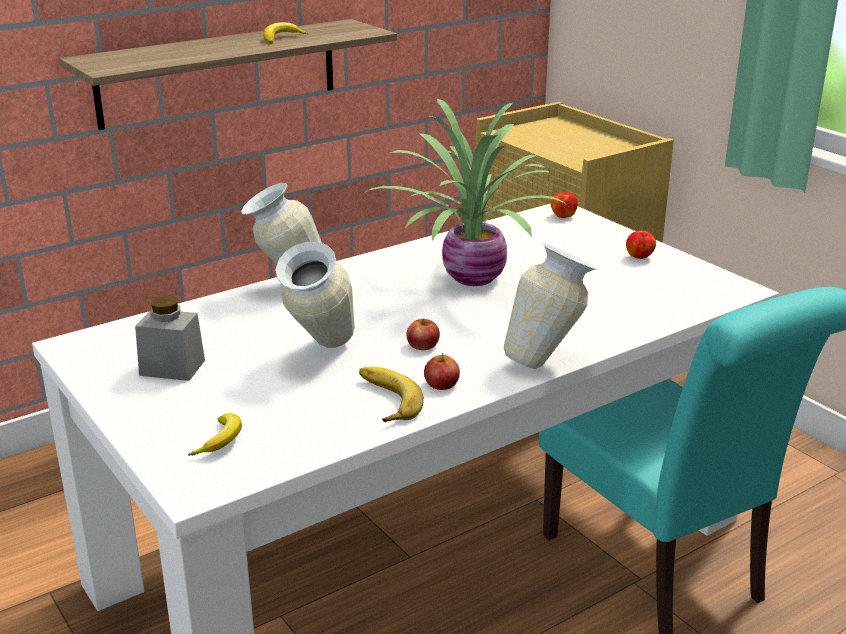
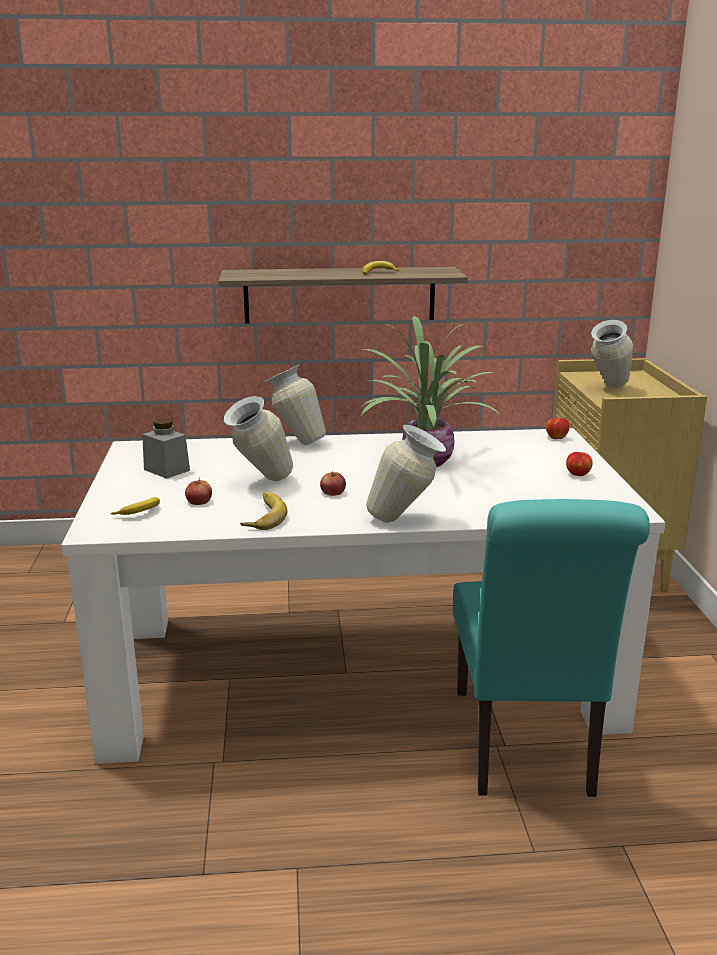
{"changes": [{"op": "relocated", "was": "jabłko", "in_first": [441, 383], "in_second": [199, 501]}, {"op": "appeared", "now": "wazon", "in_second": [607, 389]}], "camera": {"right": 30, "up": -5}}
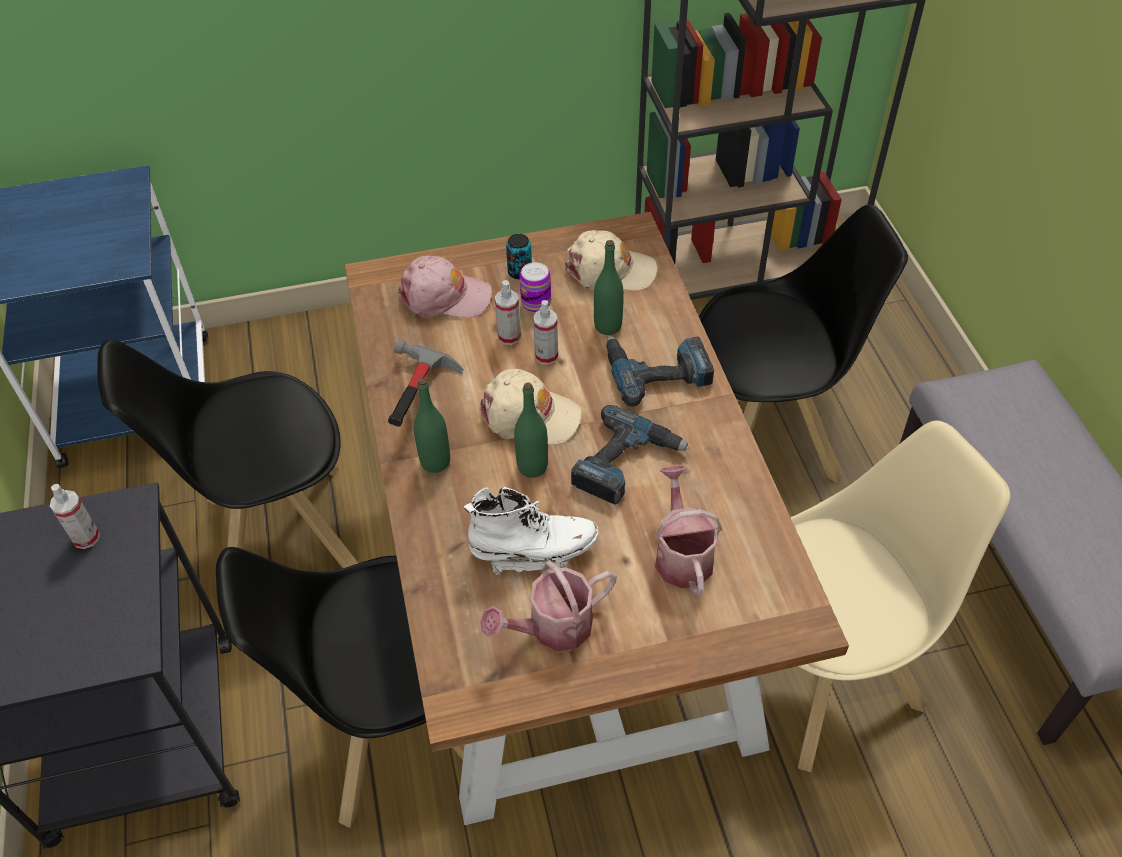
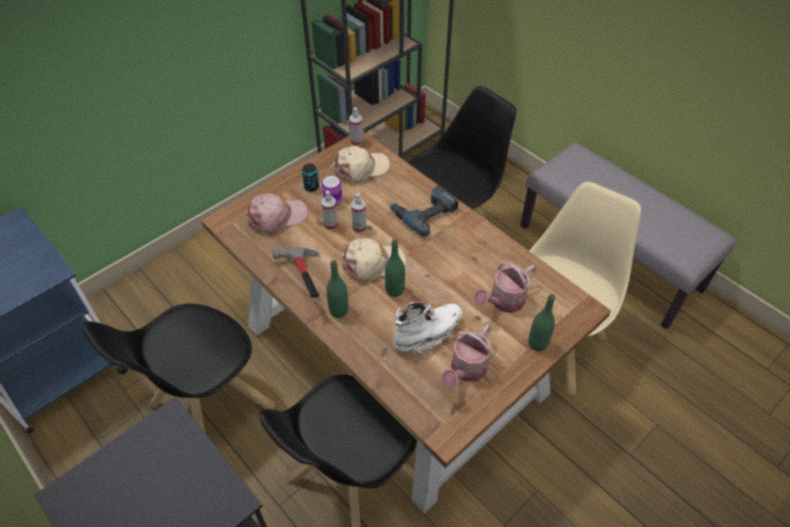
{"changes": [{"op": "relocated", "was": "butelka (zielony)", "in_first": [607, 326], "in_second": [537, 343]}, {"op": "missing", "was": "wiertarka", "in_first": [626, 464]}, {"op": "spun", "was": "konewka", "in_first": [682, 554], "in_second": [503, 301], "clockwise": -90}, {"op": "relocated", "was": "spryskiwacz", "in_first": [86, 537], "in_second": [357, 142]}], "camera": {"right": -30, "up": 0}}
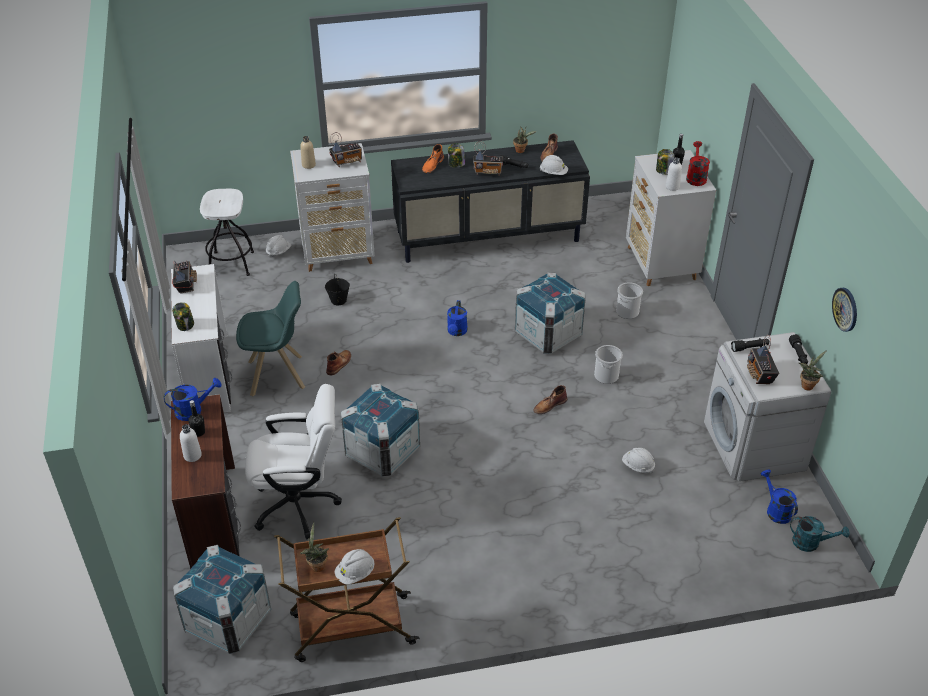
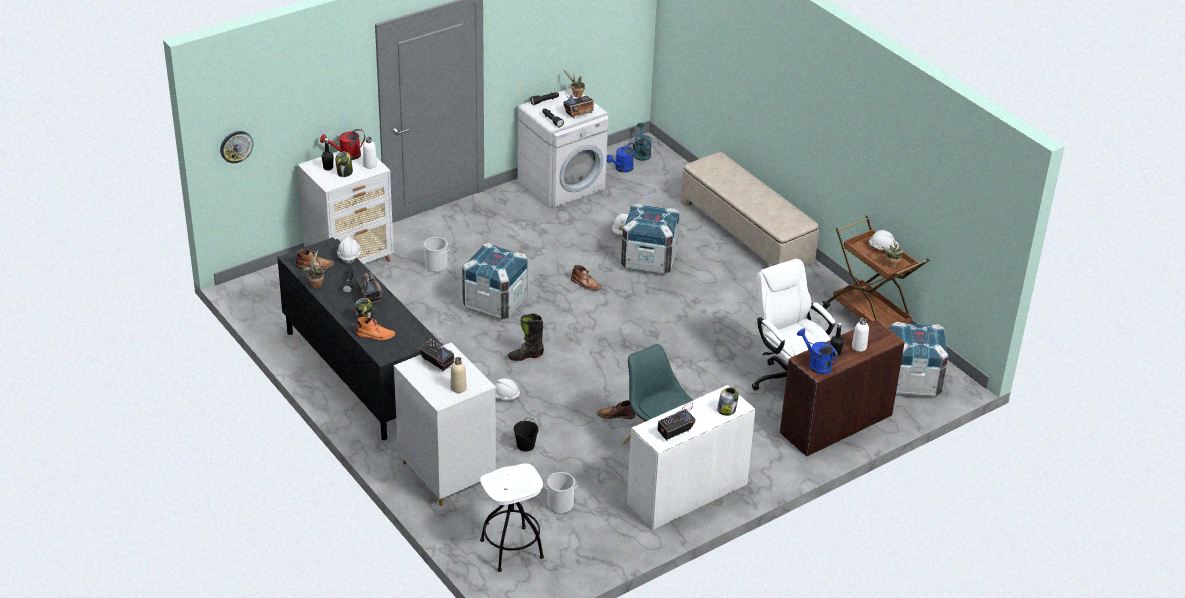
{"changes": [{"op": "relocated", "was": "kask (biały)", "in_first": [278, 252], "in_second": [504, 396]}, {"op": "relocated", "was": "zegar ścienny", "in_first": [845, 309], "in_second": [236, 146]}, {"op": "exchanged", "was": "konewka (niebieski)", "now": "but z cholewką (czarny)", "in_first": [456, 332], "in_second": [525, 356]}, {"op": "relocated", "was": "wiadro", "in_first": [606, 376], "in_second": [560, 504]}, {"op": "relocated", "was": "skrzynka", "in_first": [382, 452], "in_second": [649, 260]}, {"op": "appeared", "now": "ławka (beżowy)", "in_second": [747, 232]}], "camera": {"right": -115, "up": -5}}
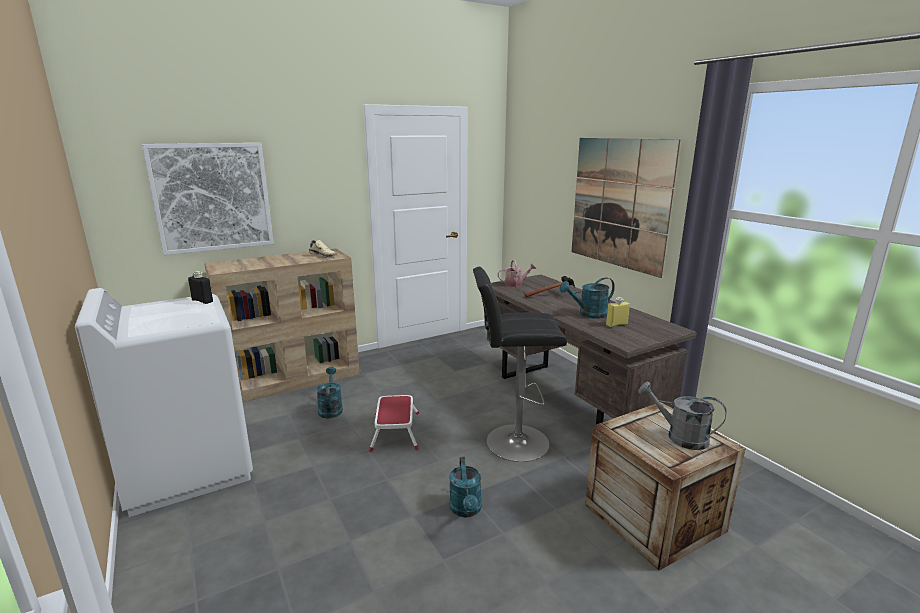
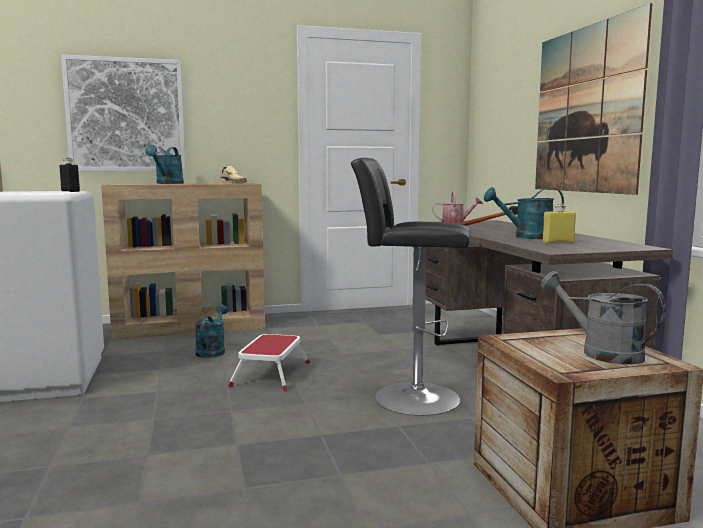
{"changes": [{"op": "relocated", "was": "konewka (turkusowy)", "in_first": [466, 510], "in_second": [167, 183]}], "camera": {"right": 15, "up": -10}}
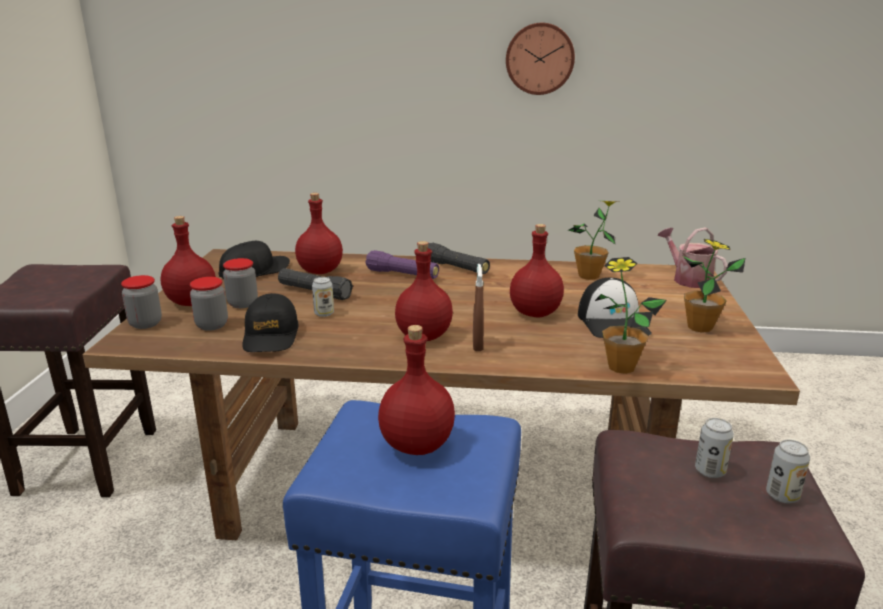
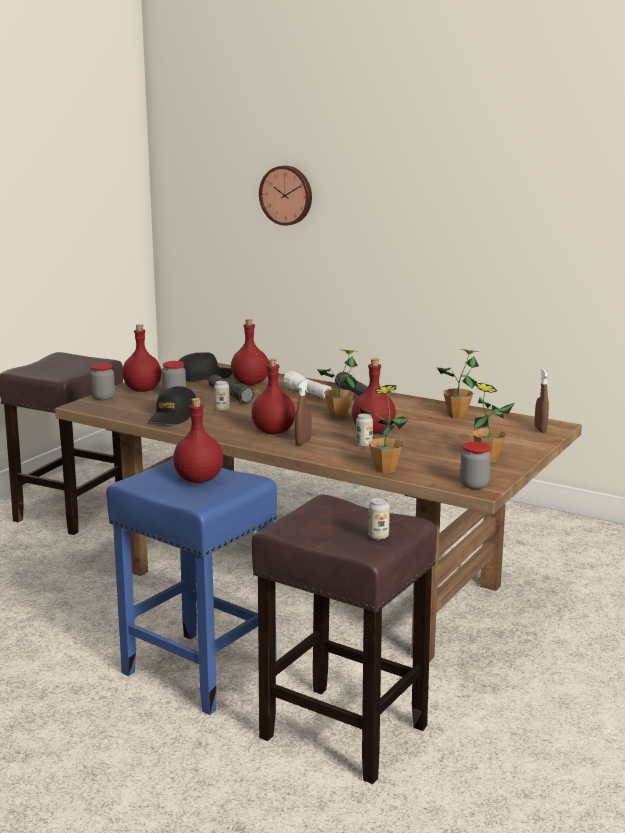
{"changes": [{"op": "relocated", "was": "zegar ścienny", "in_first": [539, 58], "in_second": [287, 195]}, {"op": "exchanged", "was": "konewka", "now": "spryskiwacz (brązowy)", "in_first": [688, 279], "in_second": [540, 429]}, {"op": "colour", "was": "latarka (fioletowy)", "now": "latarka (biały)", "in_first": [402, 275], "in_second": [308, 394]}, {"op": "relocated", "was": "słoik", "in_first": [212, 325], "in_second": [474, 485]}, {"op": "missing", "was": "czapka z daszkiem", "in_first": [613, 322]}, {"op": "relocated", "was": "puszka", "in_first": [710, 471], "in_second": [364, 445]}, {"op": "appeared", "now": "roślina doniczkowa", "in_second": [338, 416]}], "camera": {"right": 25, "up": -5}}
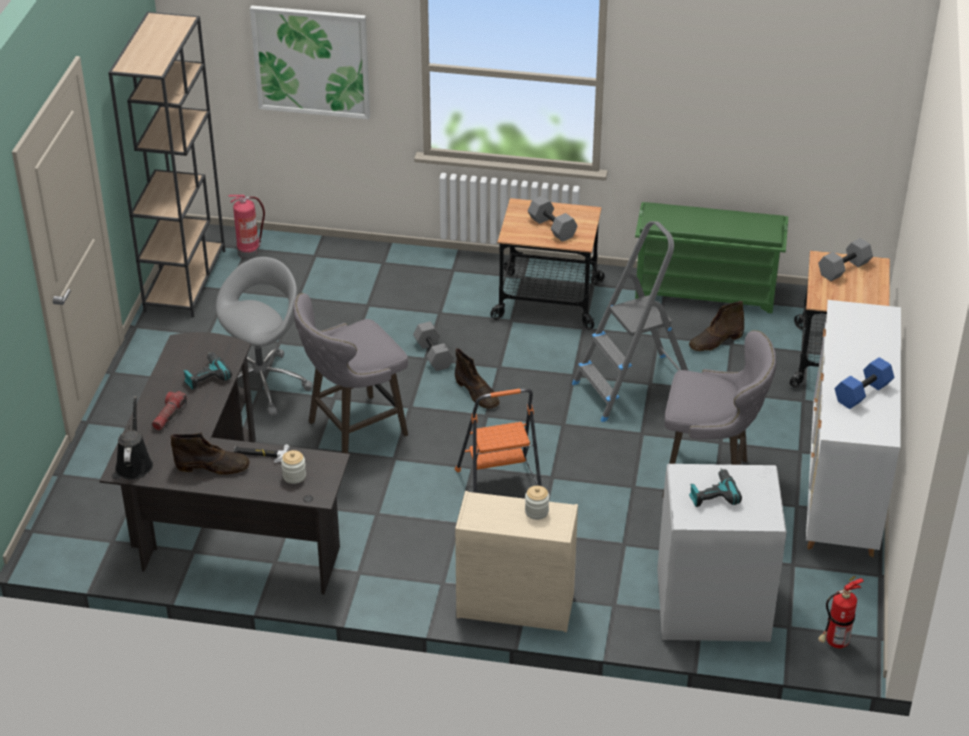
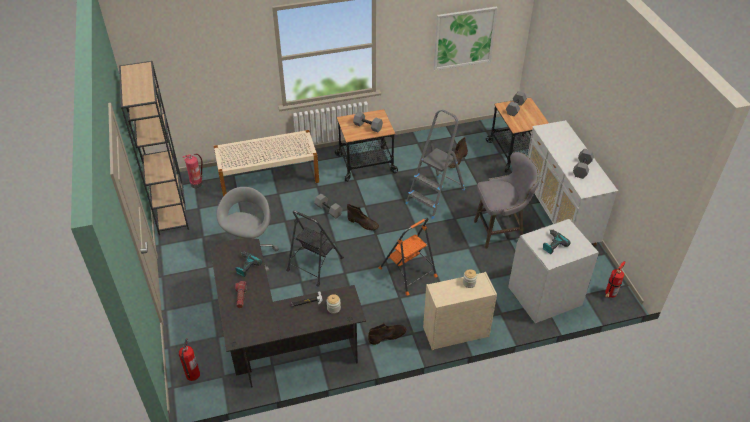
{"changes": [{"op": "relocated", "was": "obraz", "in_first": [311, 61], "in_second": [464, 38]}, {"op": "missing", "was": "regał na buty (zielony)", "in_first": [706, 291]}, {"op": "exchanged", "was": "stołek (szary)", "now": "drabinka (czarny)", "in_first": [353, 430], "in_second": [314, 264]}, {"op": "colour", "was": "hantel (niebieski)", "now": "hantel (szary)", "in_first": [862, 392], "in_second": [581, 168]}, {"op": "missing", "was": "konewka (czarny)", "in_first": [134, 463]}, {"op": "relocated", "was": "but z cholewką (brązowy)", "in_first": [213, 466], "in_second": [387, 336]}, {"op": "appeared", "now": "ławka (beżowy)", "in_second": [268, 177]}, {"op": "appeared", "now": "gaśnica", "in_second": [192, 375]}], "camera": {"right": -25, "up": 5}}
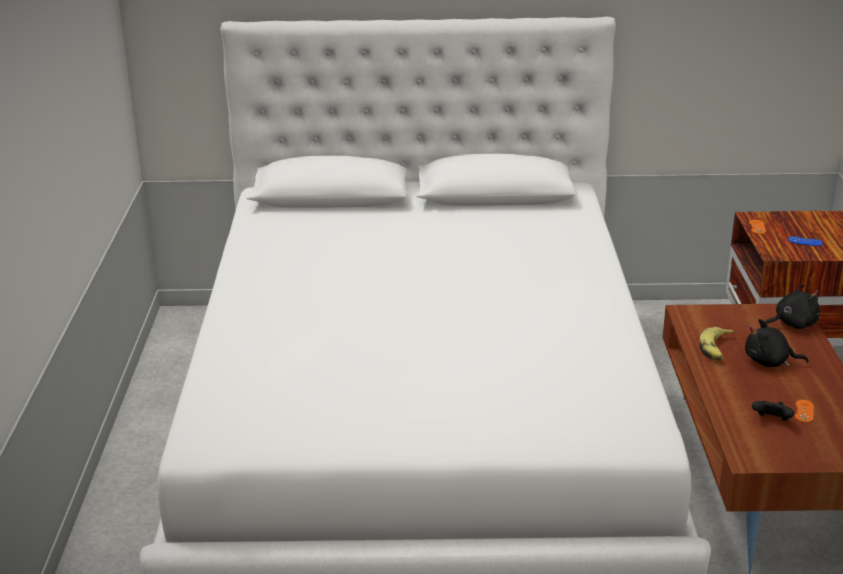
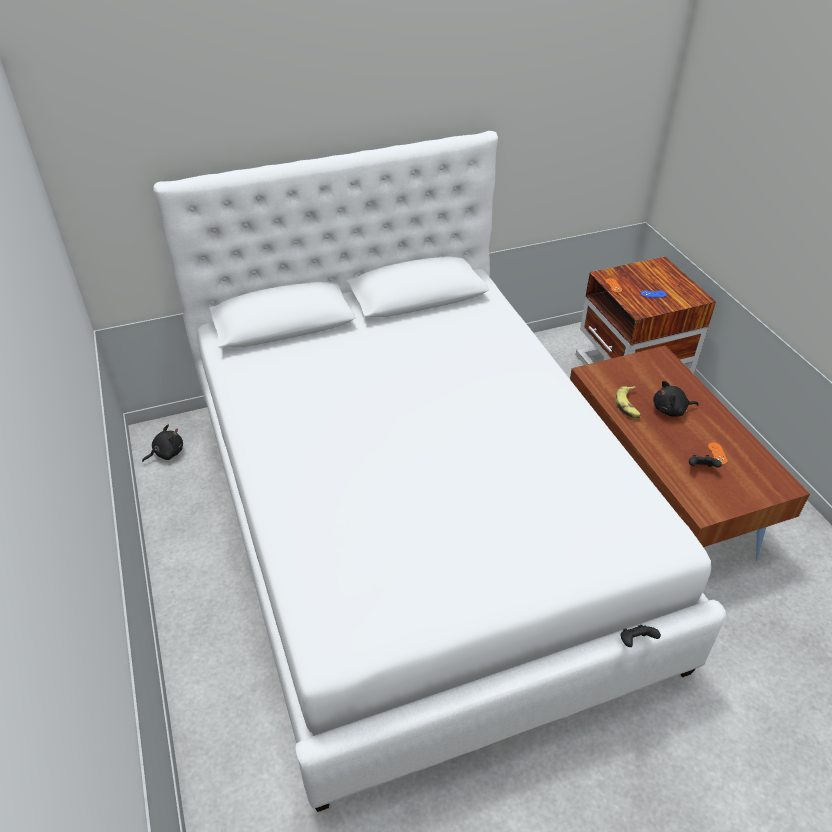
{"changes": [{"op": "relocated", "was": "pluszak (czarny)", "in_first": [792, 324], "in_second": [167, 453]}, {"op": "appeared", "now": "pad do gier (czarny)", "in_second": [635, 641]}], "camera": {"right": -20, "up": 15}}
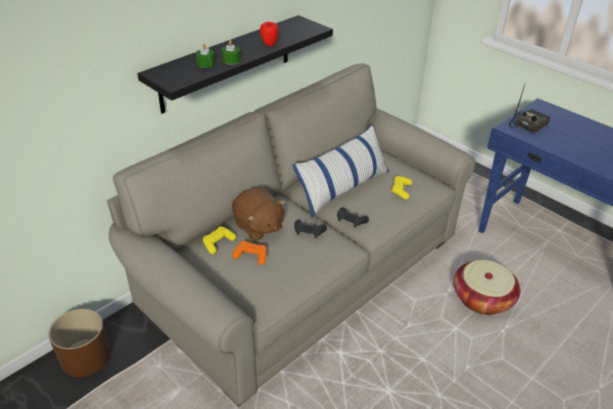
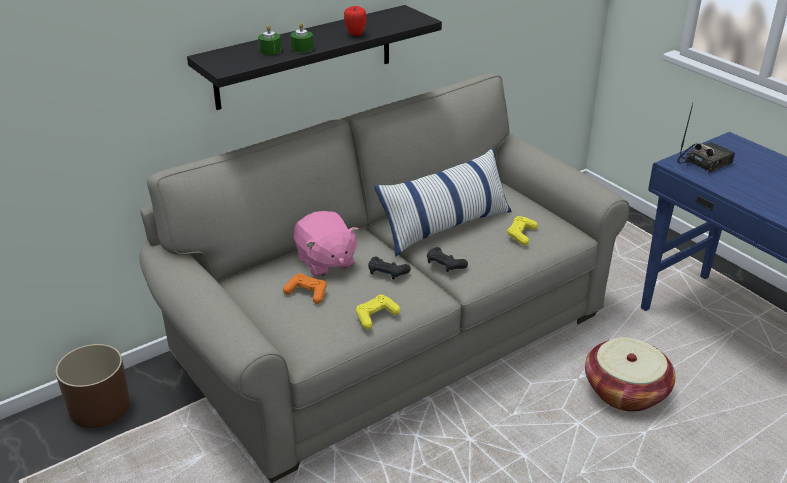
{"changes": [{"op": "colour", "was": "pluszak (brązowy)", "now": "pluszak (różowy)", "in_first": [258, 227], "in_second": [325, 262]}, {"op": "relocated", "was": "pad do gier (żółty)", "in_first": [218, 243], "in_second": [376, 316]}], "camera": {"right": 10, "up": -5}}
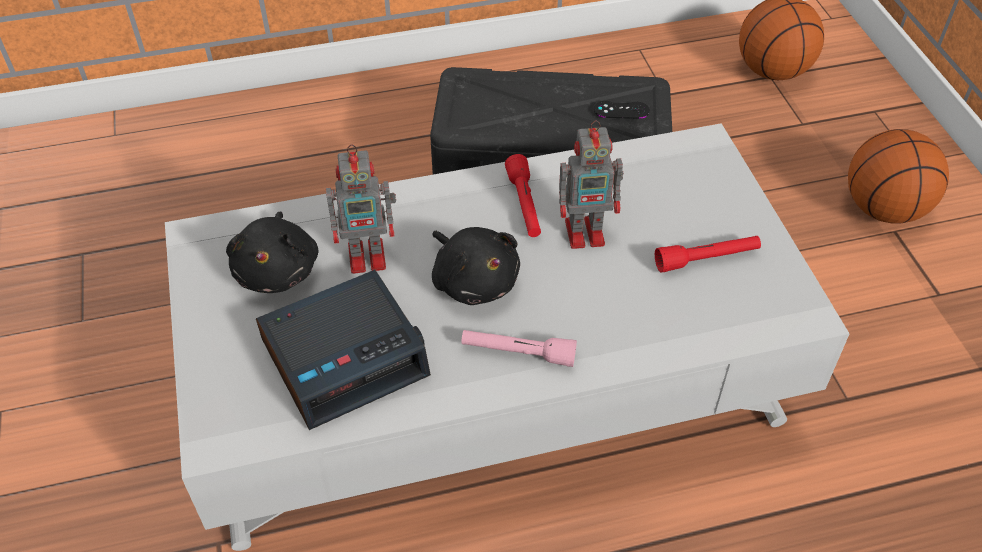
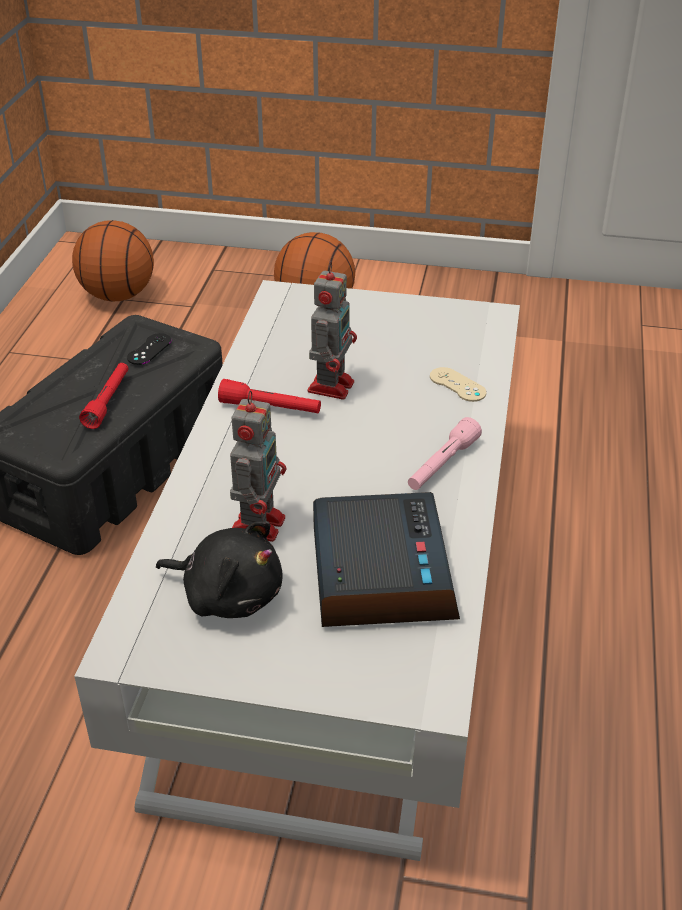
{"changes": [{"op": "missing", "was": "pluszak (czarny)", "in_first": [474, 280]}, {"op": "relocated", "was": "latarka (czerwony)", "in_first": [706, 259], "in_second": [108, 401]}, {"op": "appeared", "now": "pad do gier (beżowy)", "in_second": [457, 385]}], "camera": {"right": -65, "up": -10}}
